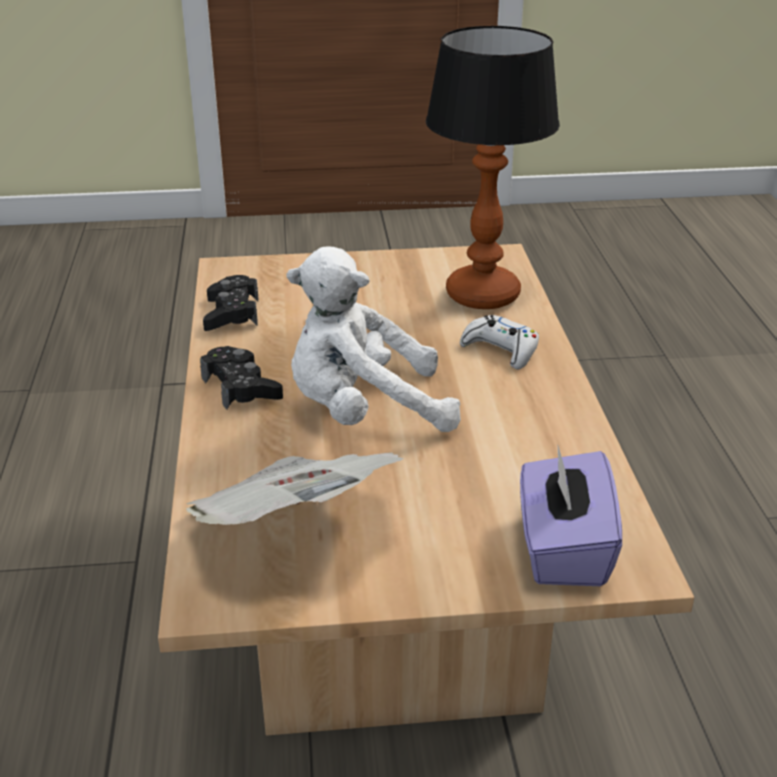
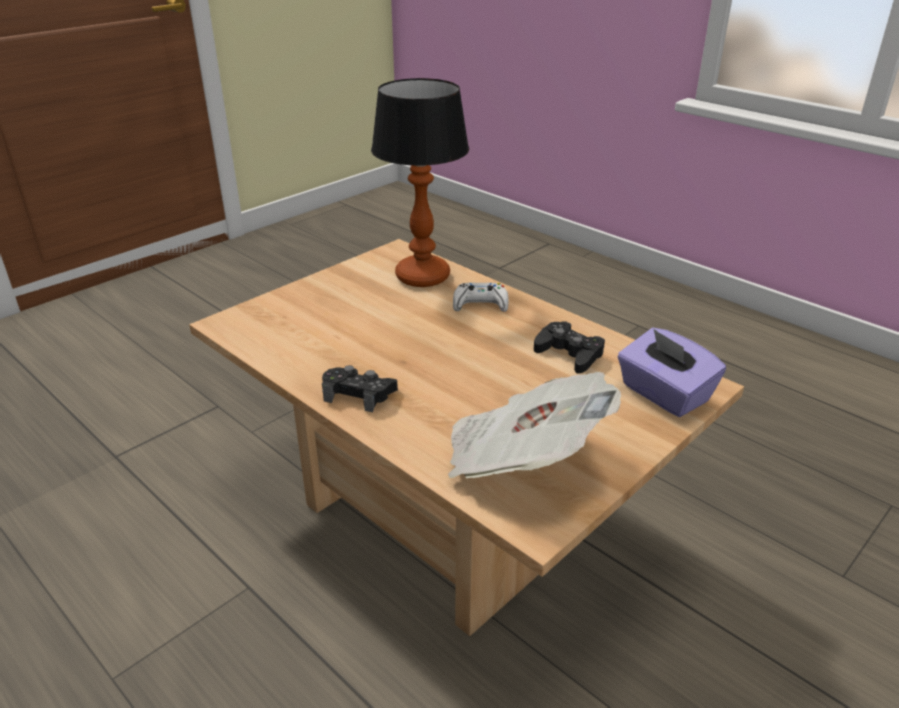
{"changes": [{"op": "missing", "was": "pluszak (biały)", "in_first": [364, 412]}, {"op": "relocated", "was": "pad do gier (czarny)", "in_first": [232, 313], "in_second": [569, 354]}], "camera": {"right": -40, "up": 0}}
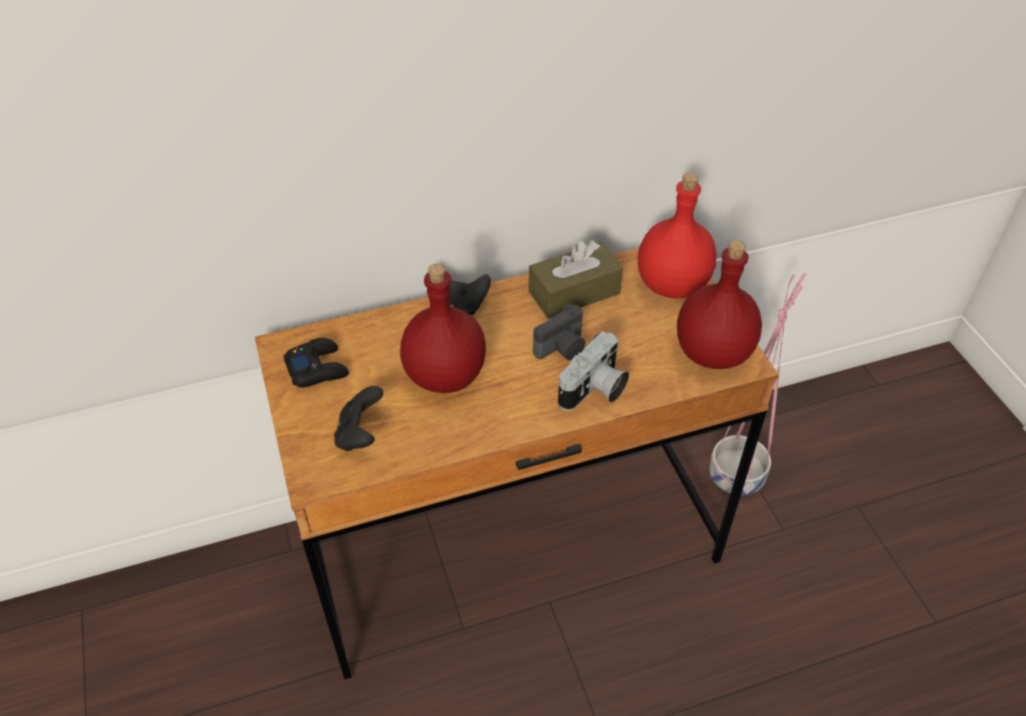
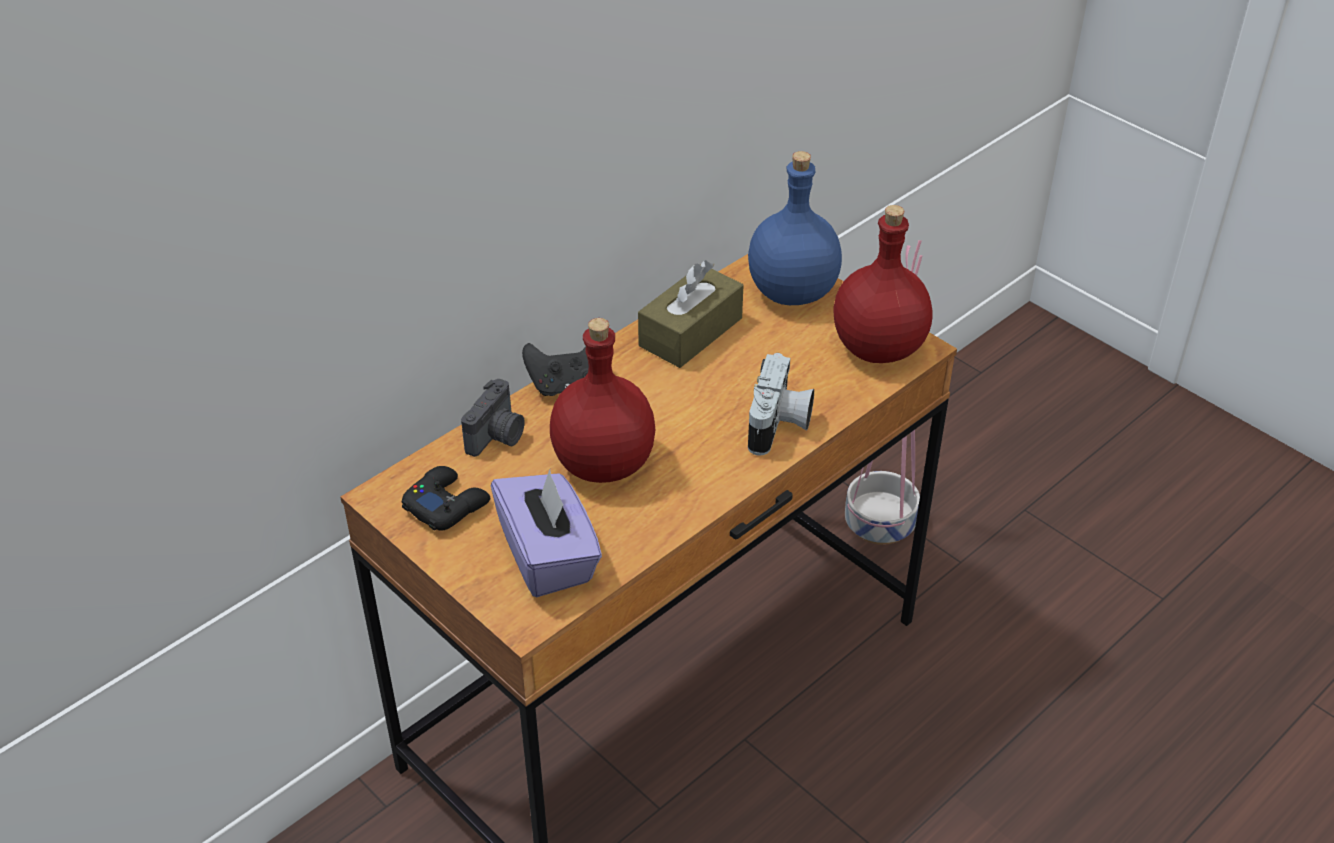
{"changes": [{"op": "colour", "was": "butelka (czerwony)", "now": "butelka (niebieski)", "in_first": [673, 284], "in_second": [792, 291]}, {"op": "relocated", "was": "aparat fotograficzny", "in_first": [562, 348], "in_second": [497, 436]}, {"op": "exchanged", "was": "pad do gier (czarny)", "now": "pudełko chusteczek (fioletowy)", "in_first": [360, 434], "in_second": [548, 557]}], "camera": {"right": -25, "up": -5}}
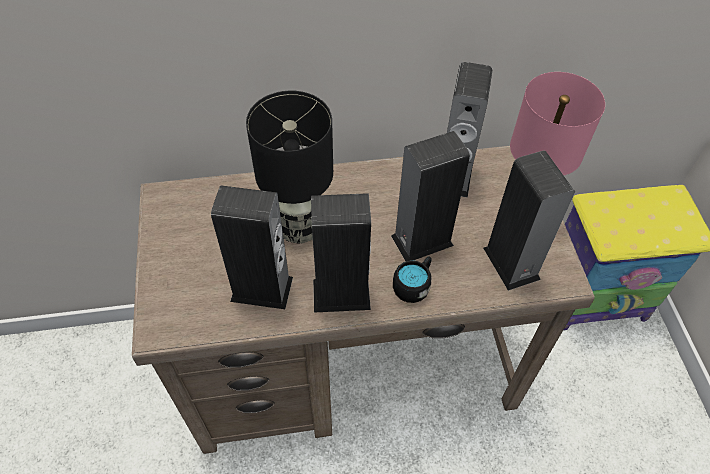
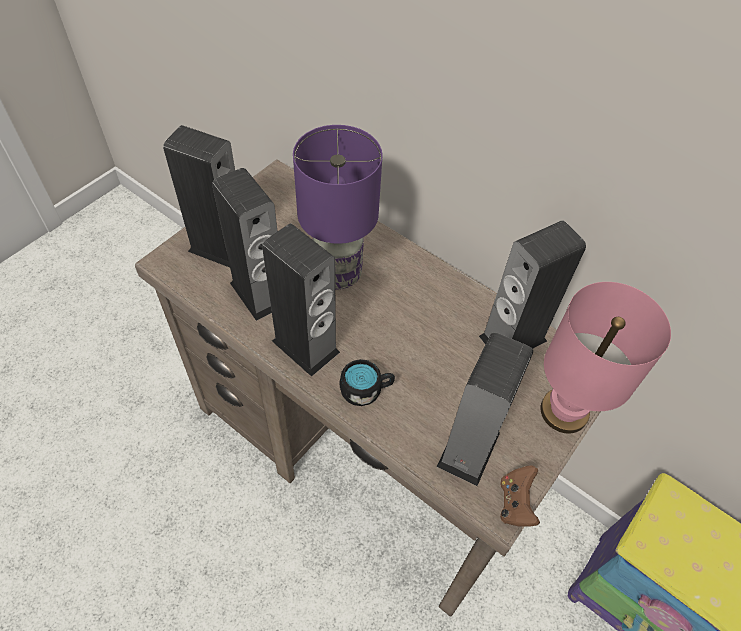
{"changes": [{"op": "colour", "was": "lampa stołowa (czarny)", "now": "lampa stołowa (fioletowy)", "in_first": [299, 229], "in_second": [337, 275]}, {"op": "relocated", "was": "głośnik", "in_first": [422, 240], "in_second": [220, 248]}, {"op": "appeared", "now": "pad do gier (brązowy)", "in_second": [515, 503]}], "camera": {"right": 45, "up": 0}}
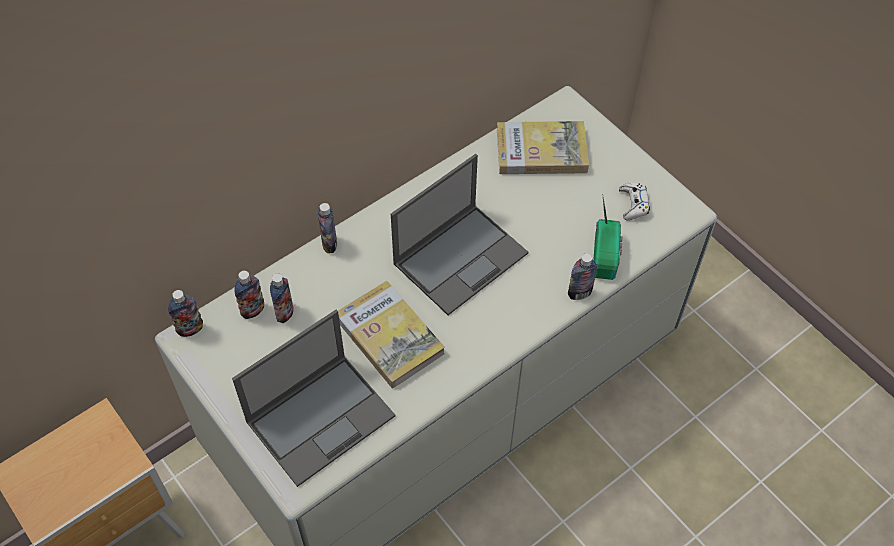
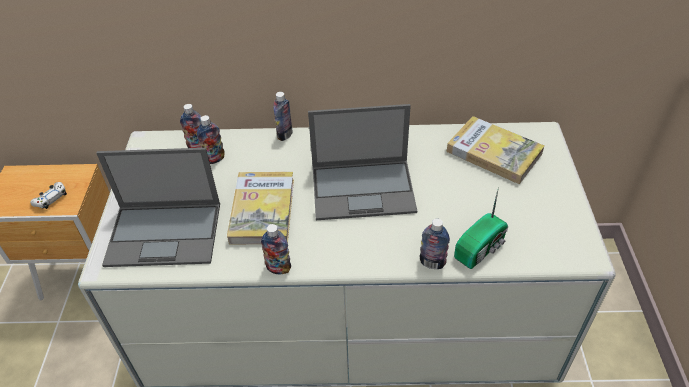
{"changes": [{"op": "relocated", "was": "pad do gier (biały)", "in_first": [633, 204], "in_second": [51, 199]}, {"op": "relocated", "was": "butelka", "in_first": [190, 329], "in_second": [278, 268]}], "camera": {"right": 40, "up": -10}}
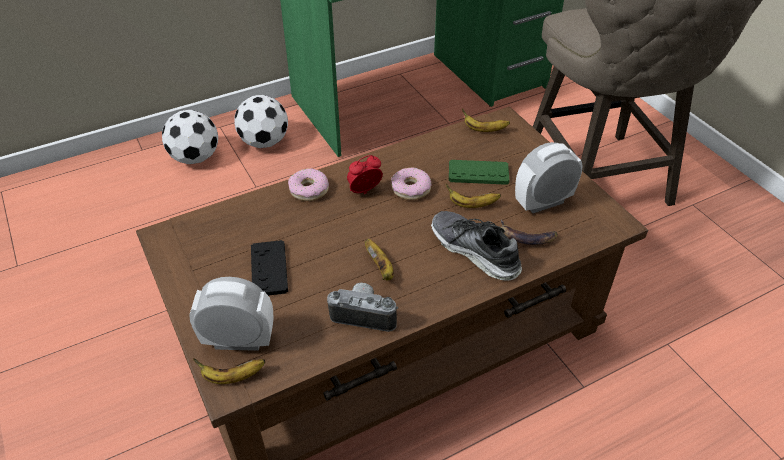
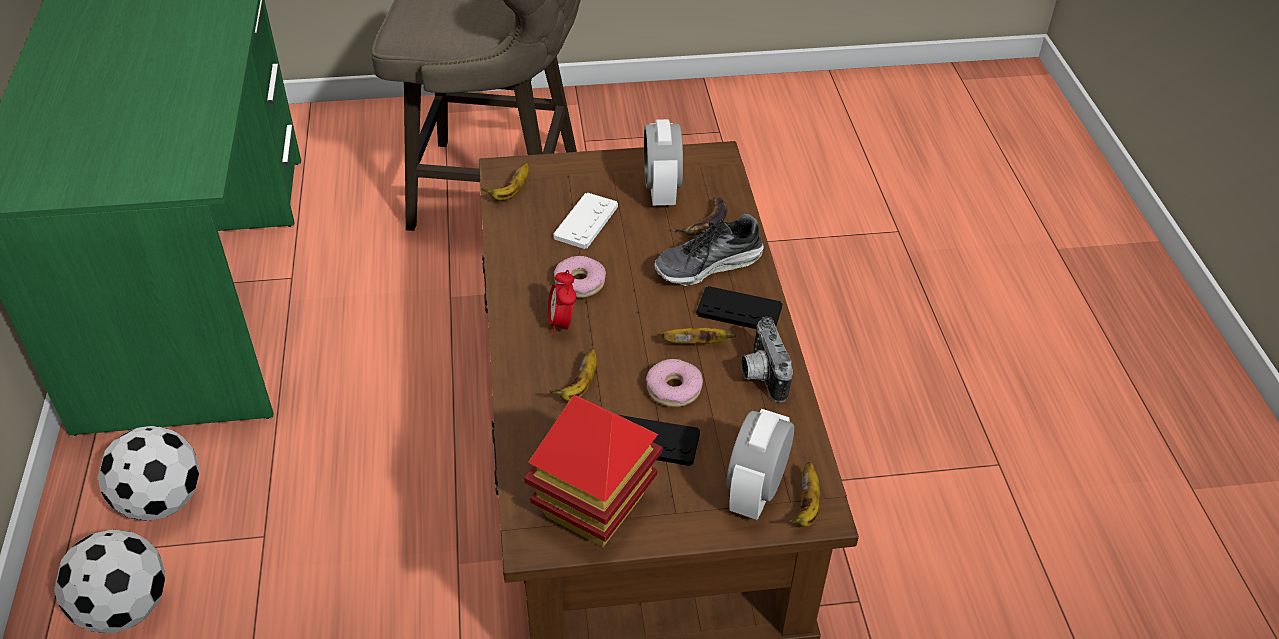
{"changes": [{"op": "colour", "was": "pad do gier (zielony)", "now": "pad do gier (biały)", "in_first": [478, 173], "in_second": [586, 222]}, {"op": "relocated", "was": "donut", "in_first": [309, 190], "in_second": [674, 389]}, {"op": "relocated", "was": "banan", "in_first": [472, 205], "in_second": [579, 386]}, {"op": "spun", "was": "aparat fotograficzny", "in_first": [364, 314], "in_second": [760, 375], "clockwise": -45}, {"op": "appeared", "now": "pad do gier (czarny)", "in_second": [739, 311]}, {"op": "appeared", "now": "domek", "in_second": [594, 506]}], "camera": {"right": -70, "up": 0}}
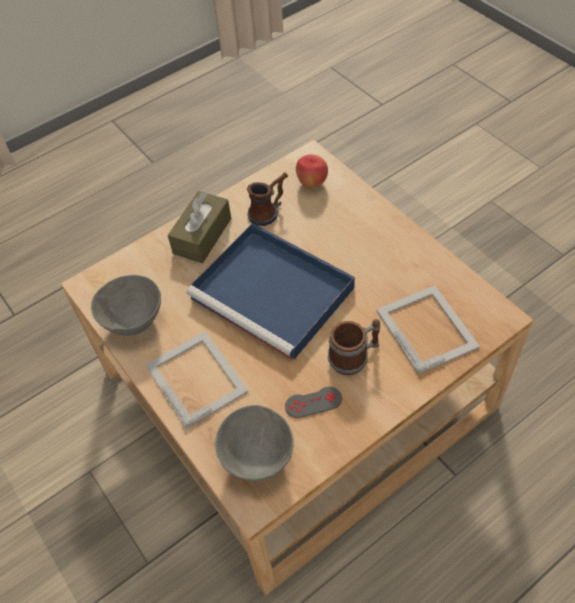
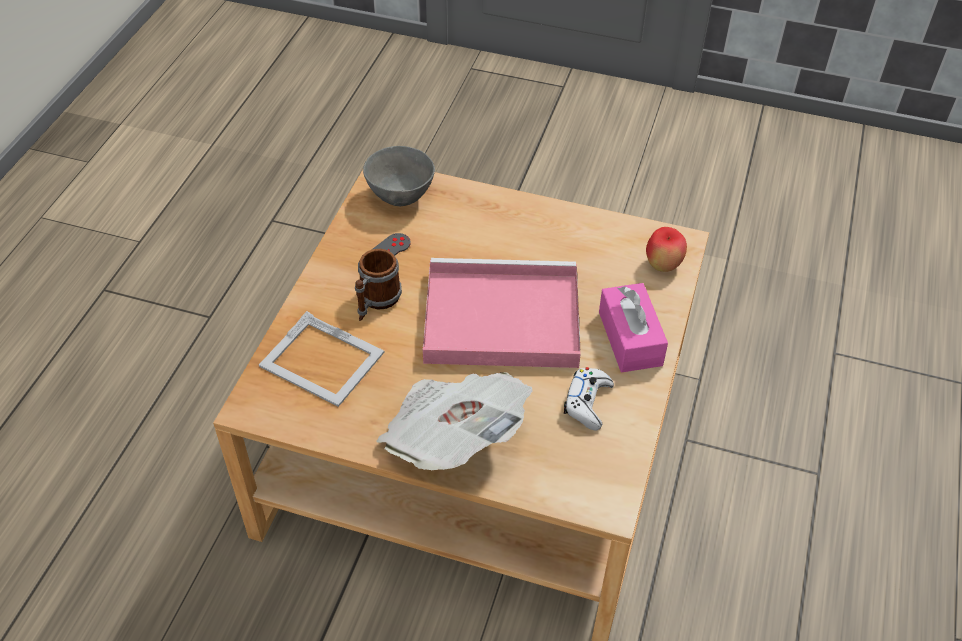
{"changes": [{"op": "relocated", "was": "jabłko", "in_first": [312, 184], "in_second": [663, 265]}, {"op": "exchanged", "was": "kubek", "now": "pad do gier (biały)", "in_first": [269, 211], "in_second": [587, 403]}, {"op": "colour", "was": "pudełko chusteczek (brązowy)", "now": "pudełko chusteczek (różowy)", "in_first": [202, 236], "in_second": [630, 338]}, {"op": "colour", "was": "taca (niebieski)", "now": "taca (różowy)", "in_first": [275, 294], "in_second": [498, 319]}, {"op": "missing", "was": "miska (szary)", "in_first": [134, 323]}, {"op": "missing", "was": "ramka na zdjęcie", "in_first": [196, 377]}, {"op": "appeared", "now": "gazeta", "in_second": [453, 438]}], "camera": {"right": 140, "up": -5}}
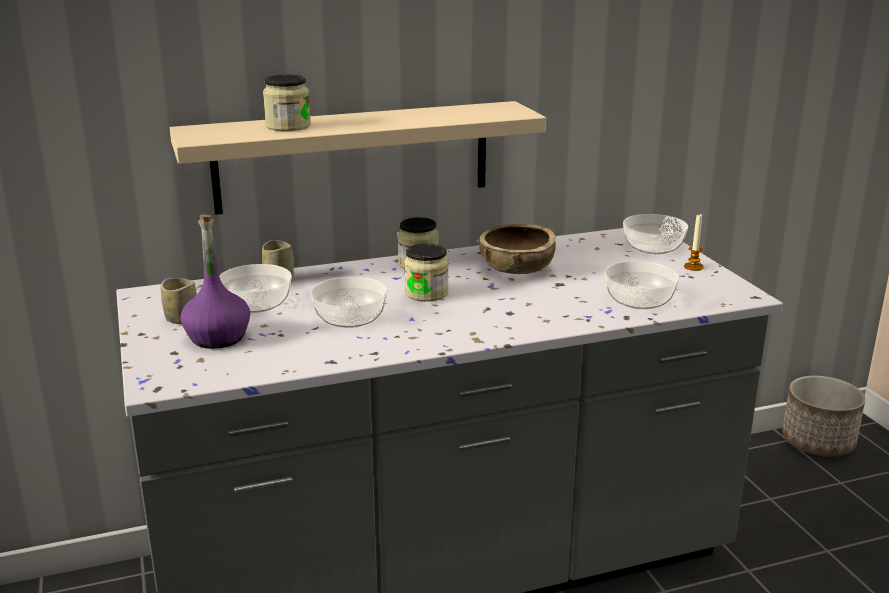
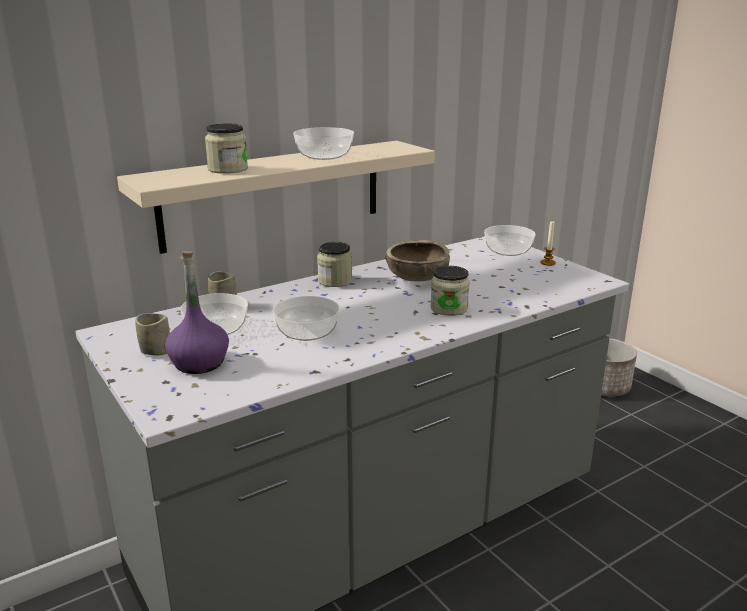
{"changes": [{"op": "relocated", "was": "słoik", "in_first": [426, 293], "in_second": [449, 308]}, {"op": "relocated", "was": "miska", "in_first": [638, 300], "in_second": [323, 156]}], "camera": {"right": -15, "up": 0}}
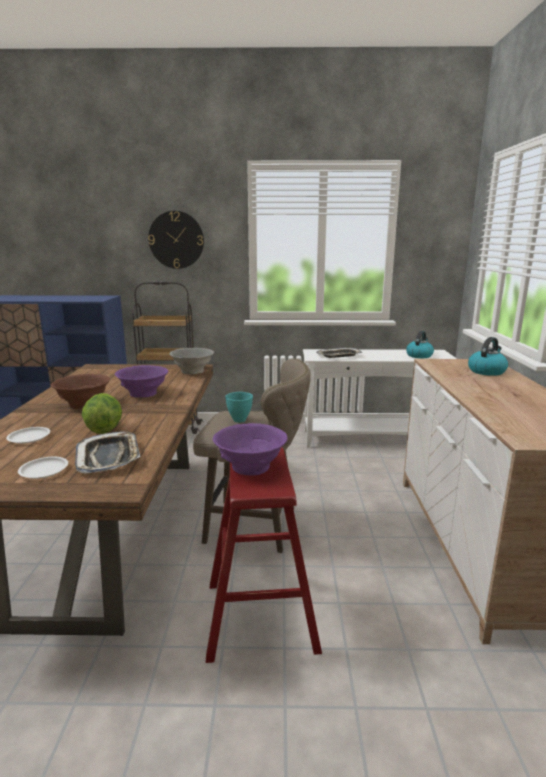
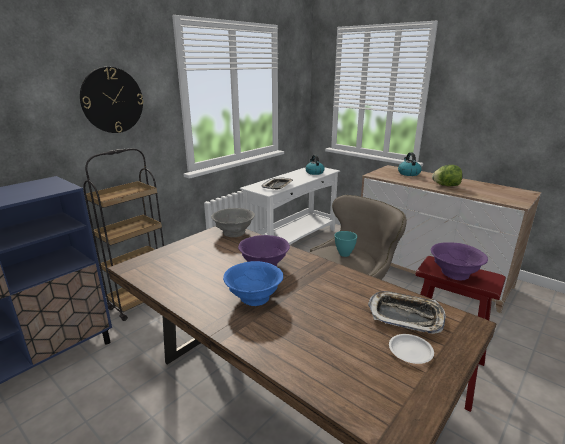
{"changes": [{"op": "colour", "was": "miska (brązowy)", "now": "miska (niebieski)", "in_first": [83, 404], "in_second": [254, 298]}, {"op": "relocated", "was": "sałata", "in_first": [104, 429], "in_second": [446, 185]}, {"op": "missing", "was": "talerz (biały)", "in_first": [29, 438]}], "camera": {"right": -50, "up": 5}}
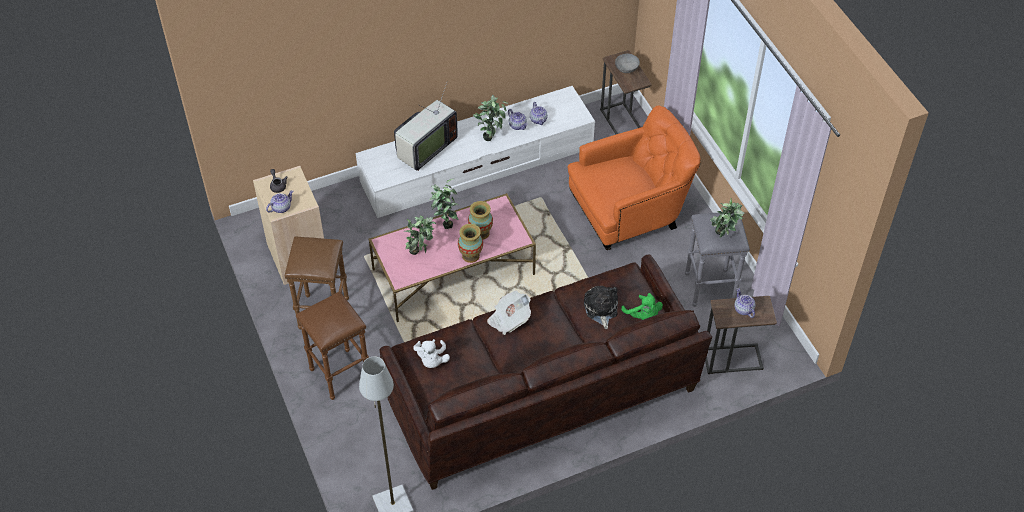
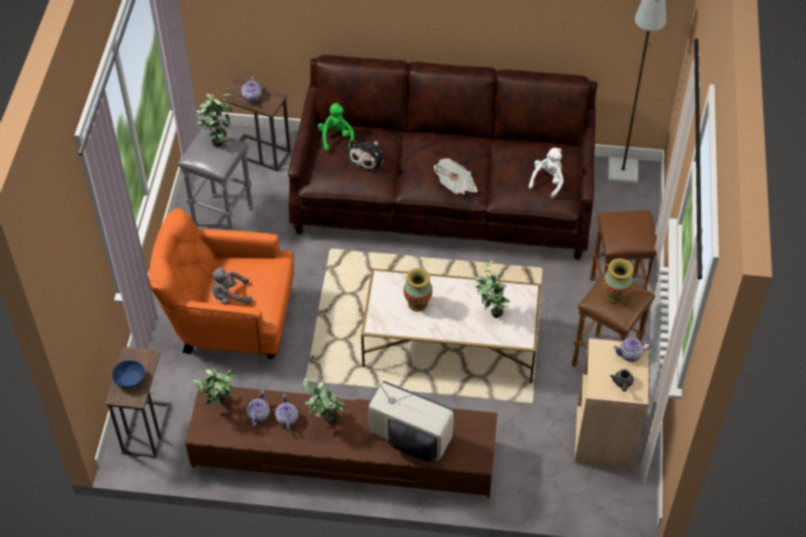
{"changes": [{"op": "colour", "was": "miska (szary)", "now": "miska (niebieski)", "in_first": [627, 68], "in_second": [129, 379]}, {"op": "spun", "was": "telewizor", "in_first": [424, 149], "in_second": [410, 439], "clockwise": 45}, {"op": "colour", "was": "szafka pod telewizor (biały)", "now": "szafka pod telewizor (brązowy)", "in_first": [476, 164], "in_second": [344, 456]}, {"op": "relocated", "was": "roślina doniczkowa", "in_first": [445, 222], "in_second": [220, 405]}, {"op": "colour", "was": "ława (różowy)", "now": "ława (biały)", "in_first": [453, 272], "in_second": [450, 342]}, {"op": "relocated", "was": "wazon", "in_first": [470, 255], "in_second": [615, 296]}, {"op": "appeared", "now": "pluszak (szary)", "in_second": [230, 297]}], "camera": {"right": -150, "up": 0}}
